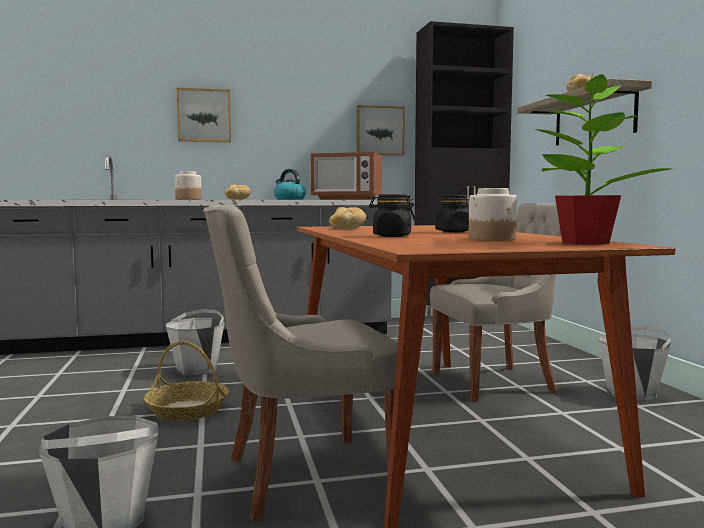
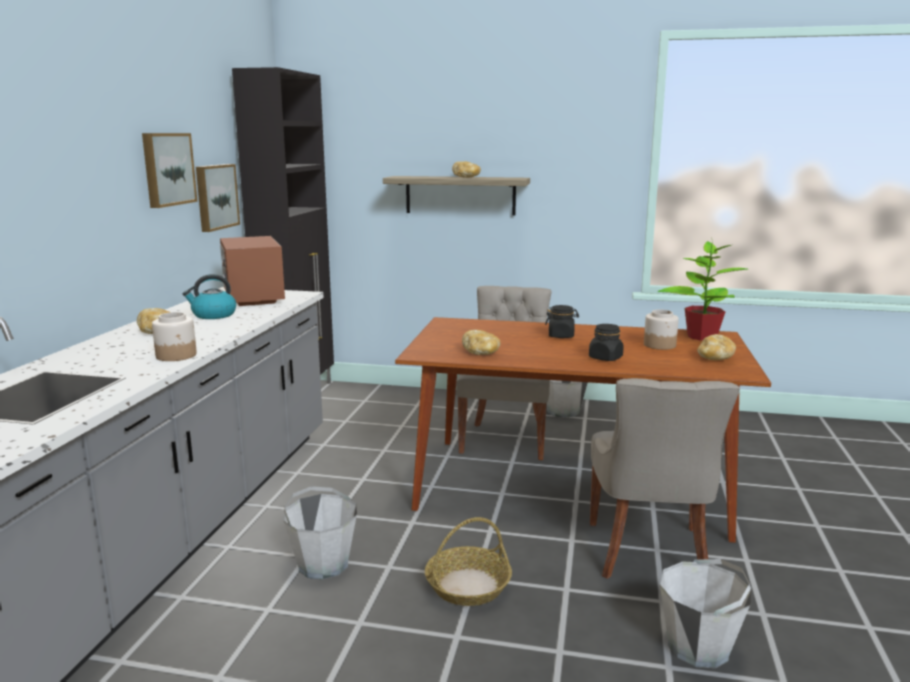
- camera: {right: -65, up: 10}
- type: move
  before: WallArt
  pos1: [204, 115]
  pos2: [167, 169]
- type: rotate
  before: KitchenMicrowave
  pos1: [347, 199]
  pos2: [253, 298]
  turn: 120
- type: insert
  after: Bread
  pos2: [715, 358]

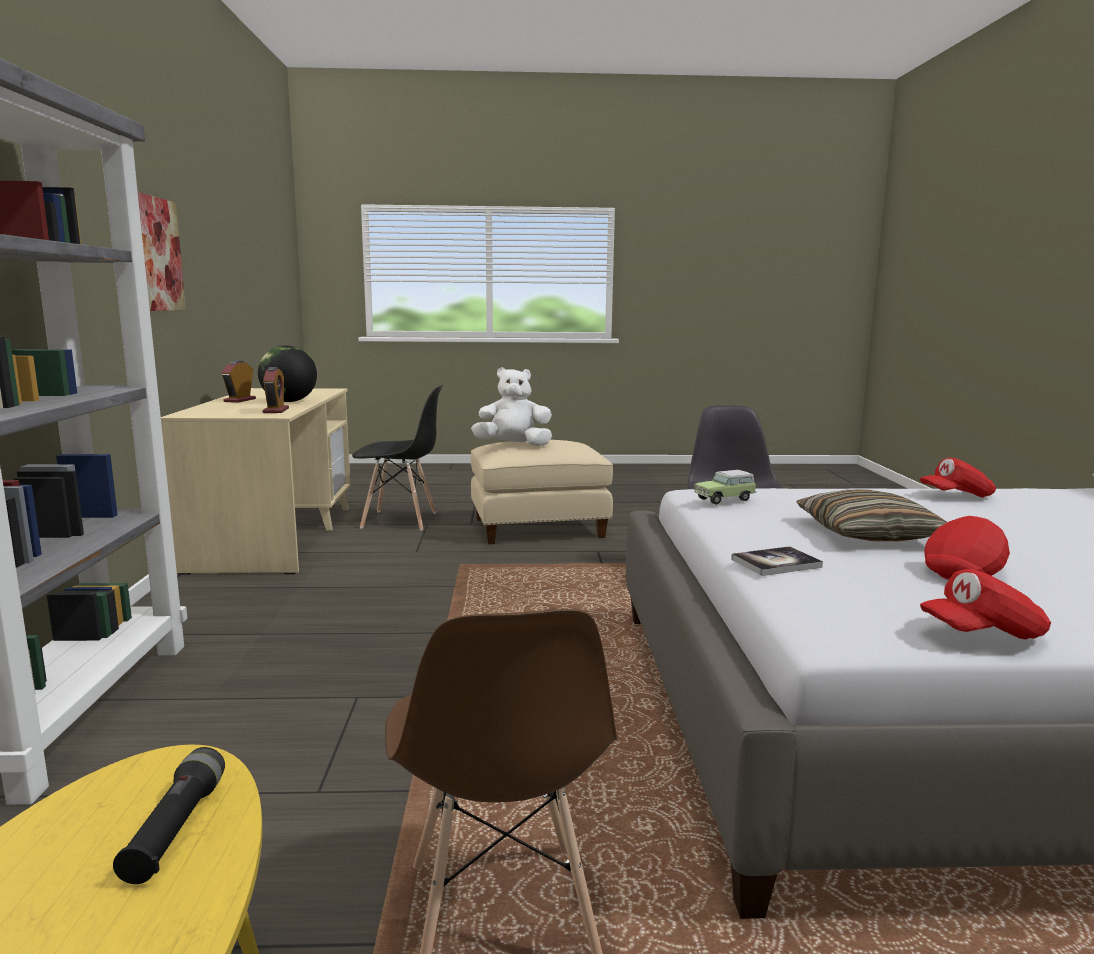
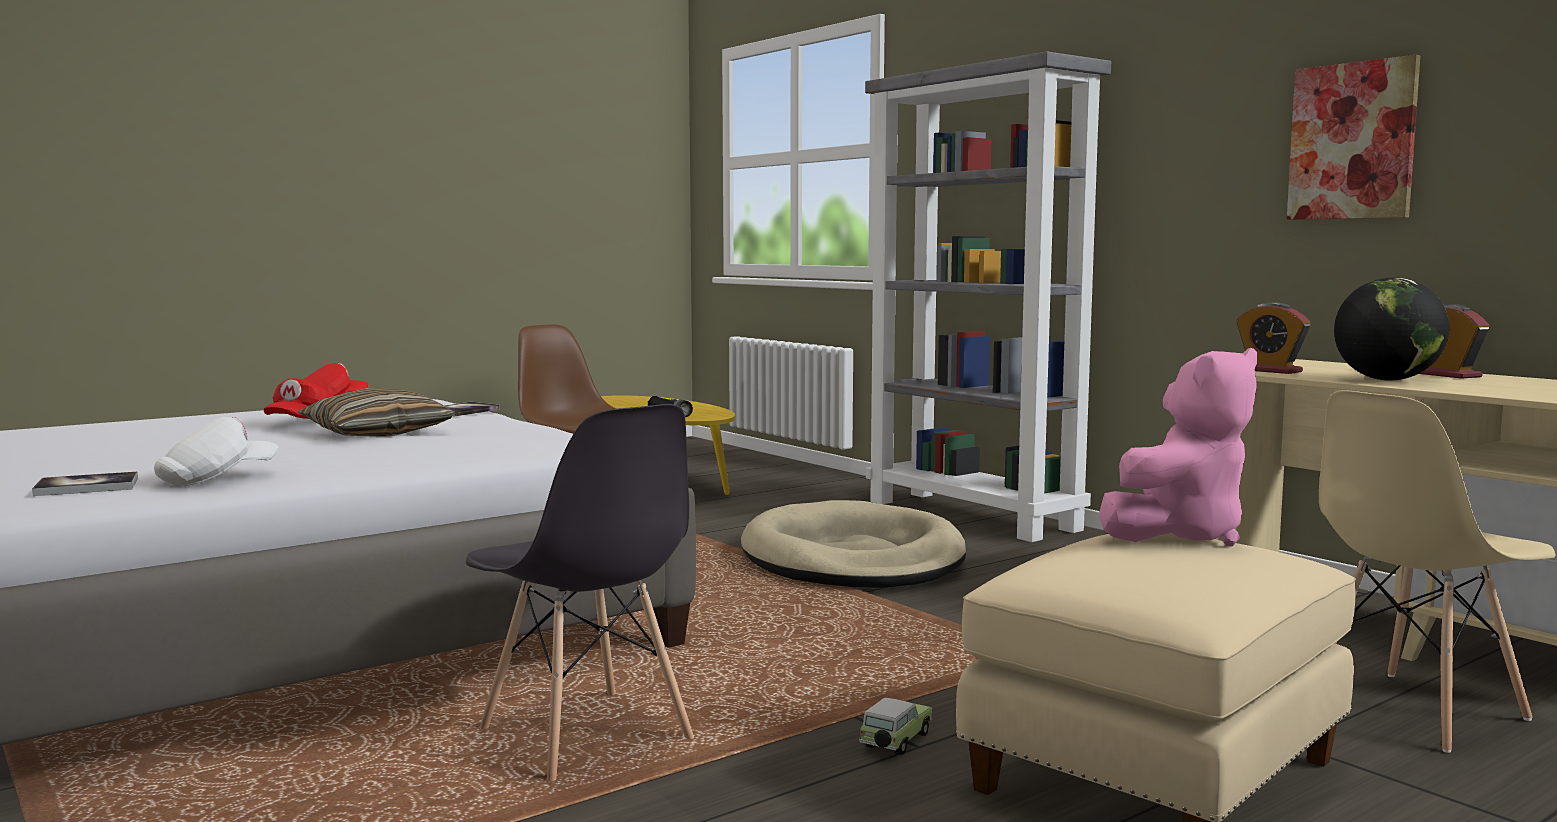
- camera: {right: 145, up: -5}
- type: recolor
  before: BlackUprightChair
  after: BeigeUprightChair
  pos1: [400, 520]
  pos2: [1413, 711]
- type: recolor
  before: WhiteColouredCuddlyToy
  after: PinkColouredCuddlyToy
  pos1: [513, 445]
  pos2: [1179, 535]
- type: move
  before: ToyCar
  pos1: [726, 499]
  pos2: [895, 742]
- type: recolor
  before: ReddishCap
  after: WhiteColouredCap
  pos1: [956, 496]
  pos2: [216, 479]
- type: insert
  after: Volume
  pos2: [87, 487]
- type: insert
  after: BeigePetBed
  pos2: [853, 558]

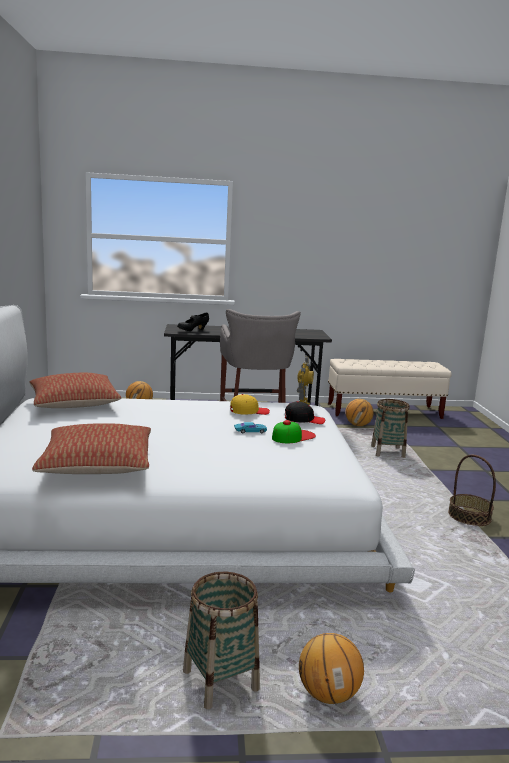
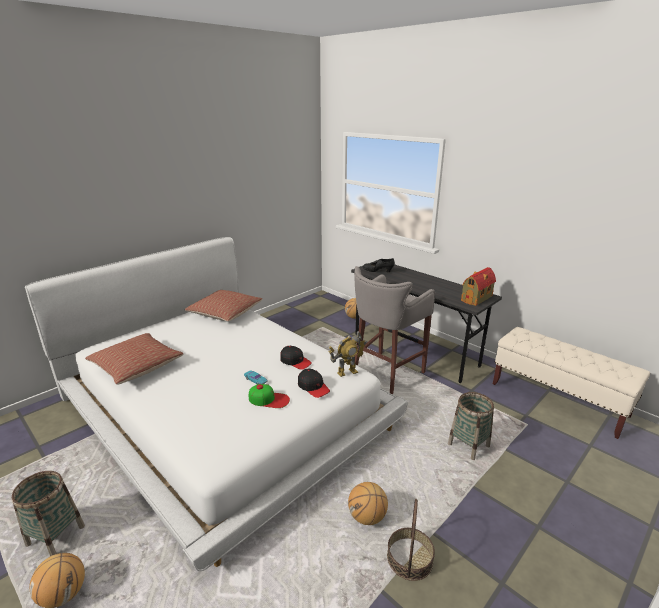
- camera: {right: 50, up: 10}
- type: recolor
  before: YellowishCap
  after: BlackCap
  pos1: [249, 411]
  pos2: [295, 361]
- type: move
  before: BallForBasketball
  pos1: [358, 425]
  pos2: [367, 517]
- type: insert
  after: MiniatureHouse
  pos2: [477, 298]

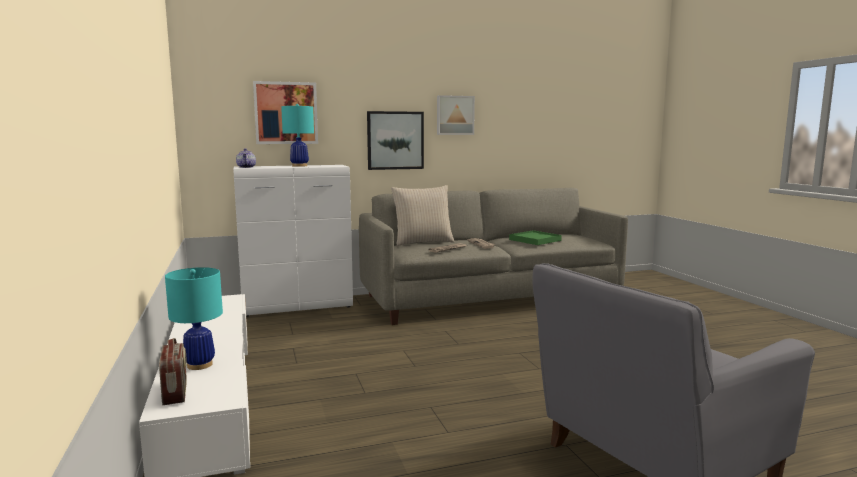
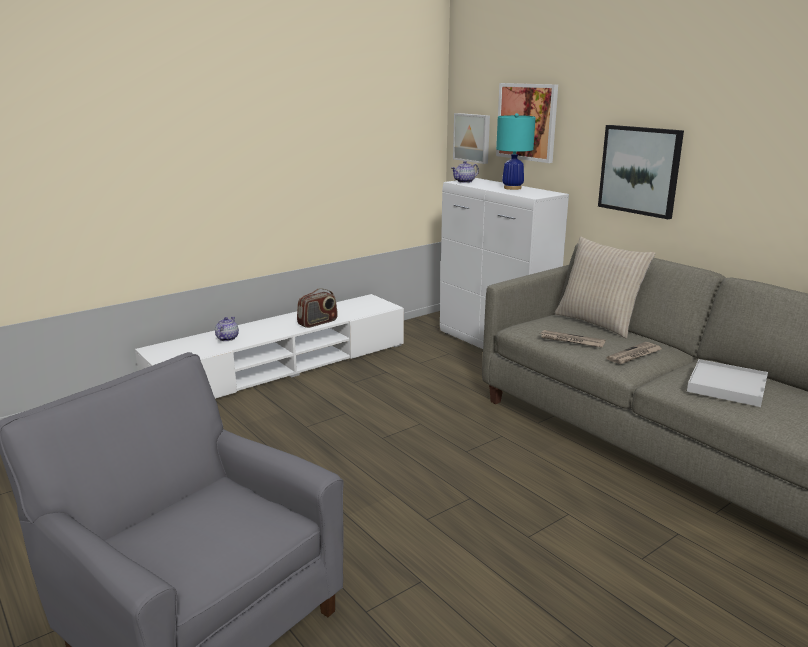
- camera: {right: 70, up: 10}
- type: move
  before: RadioSet
  pos1: [175, 393]
  pos2: [318, 322]
- type: replace
  before: BlueGreenLampForATable
  after: Teapot
  pos1: [199, 365]
  pos2: [227, 338]
- type: move
  before: WallArt
  pos1: [455, 115]
  pos2: [472, 137]
- type: recolor
  before: GreenColouredTray
  after: WhiteColouredTray
  pos1: [535, 240]
  pos2: [726, 386]

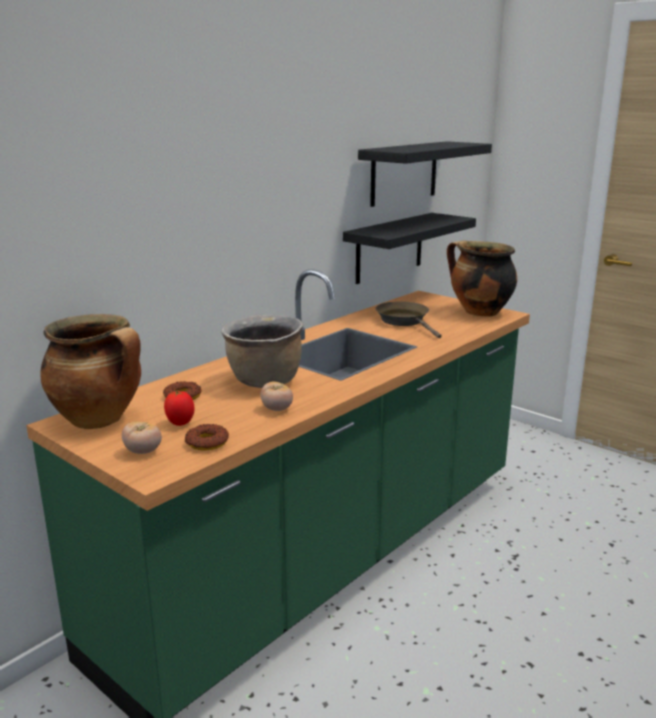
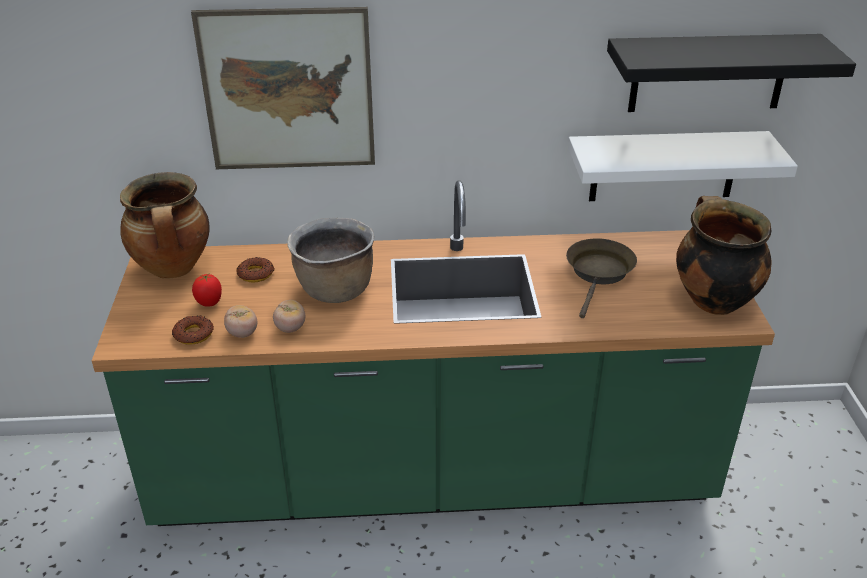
- camera: {right: 45, up: 15}
- type: move
  before: WholeTomato
  pos1: [143, 451]
  pos2: [242, 333]
- type: recolor
  before: BlackBracketShelf
  after: WhiteColouredBracketShelf
  pos1: [389, 248]
  pos2: [664, 166]
- type: insert
  after: WallArt
  pos2: [288, 90]

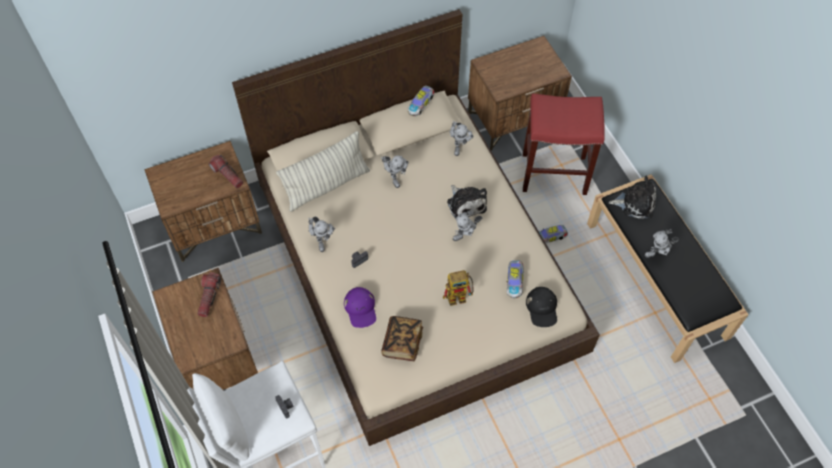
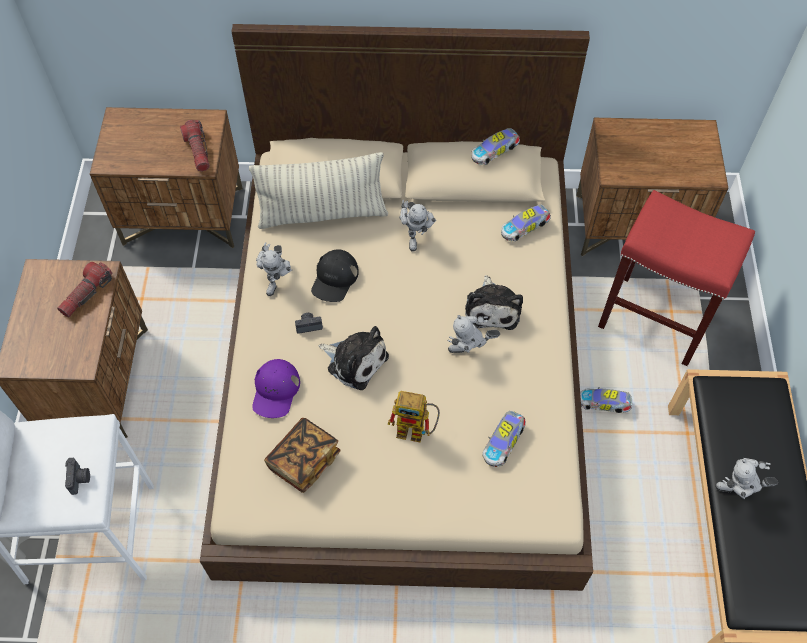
- camera: {right: 25, up: 0}
- type: replace
  before: ToyRobot
  after: ToyCar
  pos1: [459, 146]
  pos2: [525, 228]
- type: move
  before: BlackCap
  pos1: [542, 308]
  pos2: [334, 278]
- type: move
  before: CuddlyToy
  pos1: [635, 203]
  pos2: [355, 361]

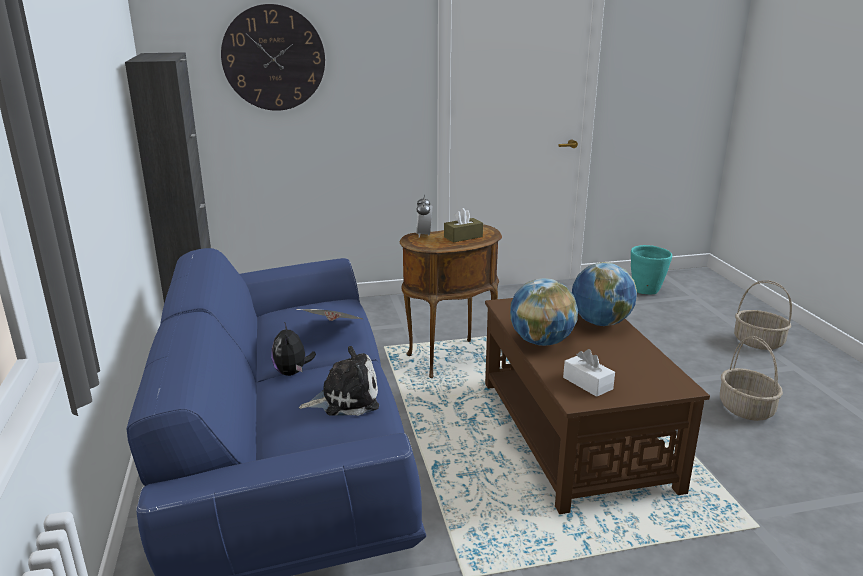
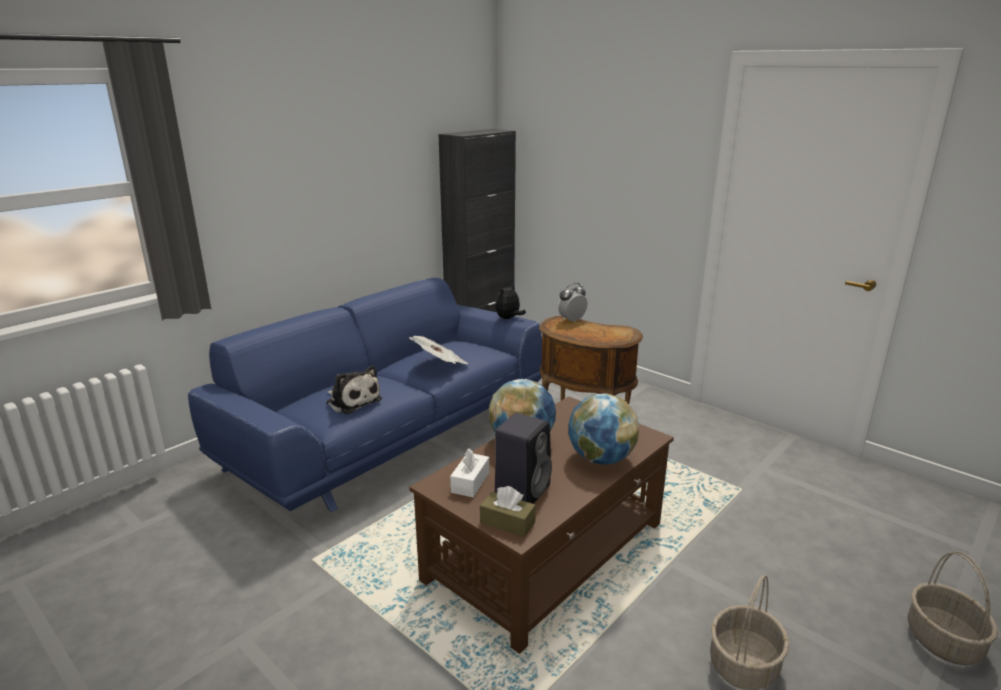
- camera: {right: 55, up: 0}
- type: delete
  before: WallClock
  pos1: [273, 58]
- type: move
  before: CuddlyToy
  pos1: [292, 373]
  pos2: [508, 318]
- type: move
  before: BrownColouredTissueBox
  pos1: [463, 237]
  pos2: [507, 522]
- type: delete
  before: BlueGreenFlowerPot
  pos1: [646, 291]
- type: insert
  after: BlackAudioSpeaker
  pos2: [523, 489]

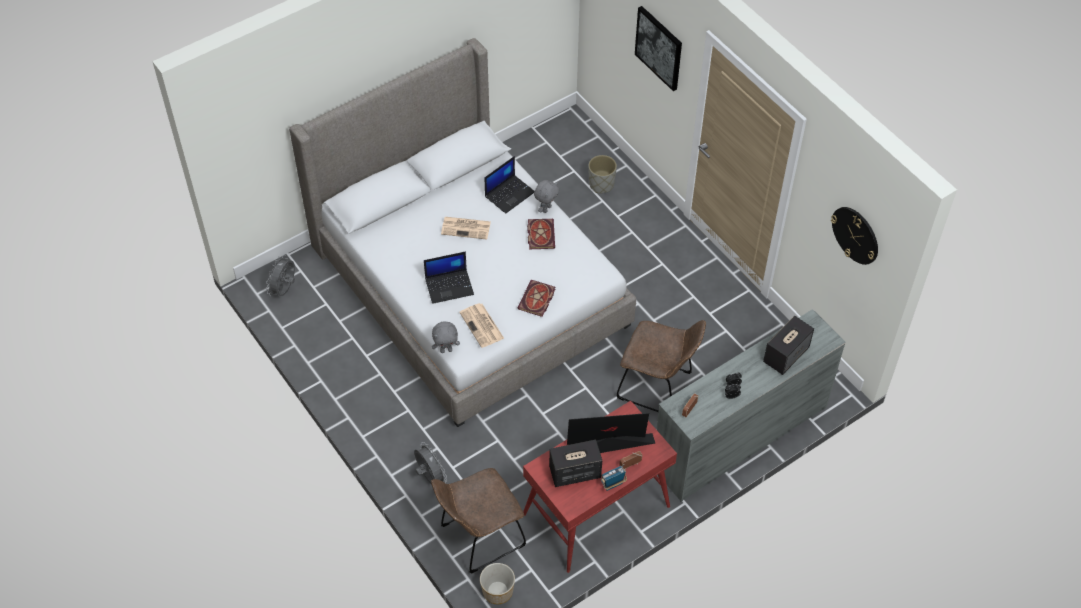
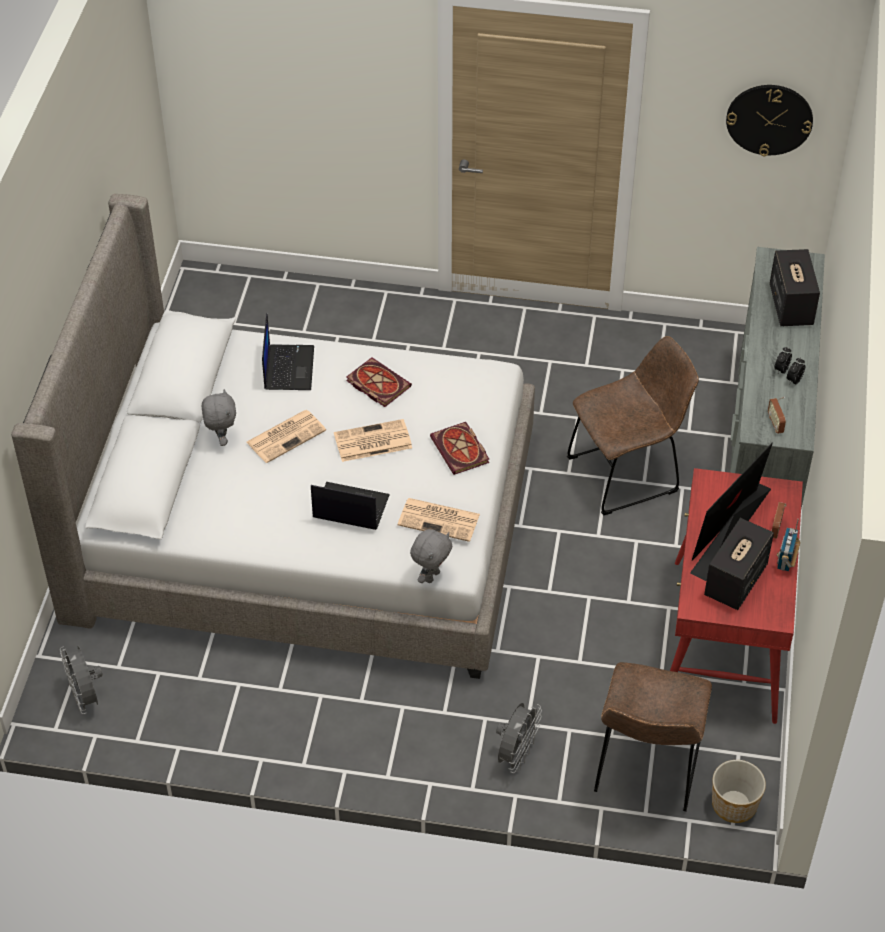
- camera: {right: -45, up: -5}
- type: rotate
  before: GreyCoolingFan
  pos1: [429, 477]
  pos2: [516, 754]
  turn: 105
- type: rotate
  before: Laptop
  pos1: [450, 286]
  pos2: [349, 507]
  turn: -105
- type: move
  before: GreyCuddlyToy
  pos1: [546, 208]
  pos2: [221, 439]
- type: delete
  before: GreyFlowerPot
  pos1: [601, 184]
- type: delete
  before: WallArt
  pos1: [659, 47]
- type: insert
  after: DailyPaper
  pos2: [372, 442]

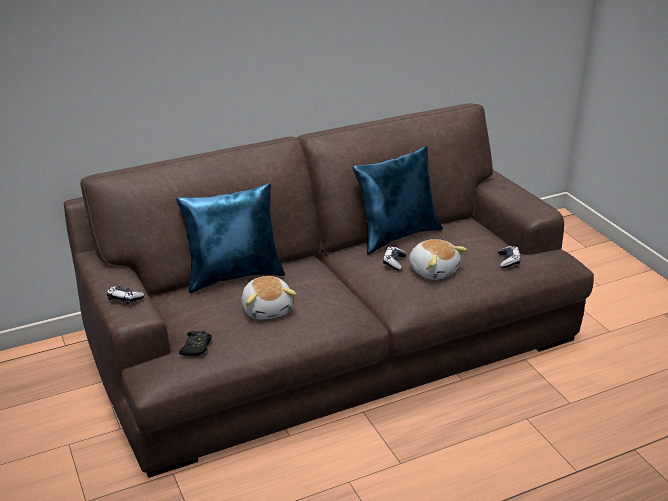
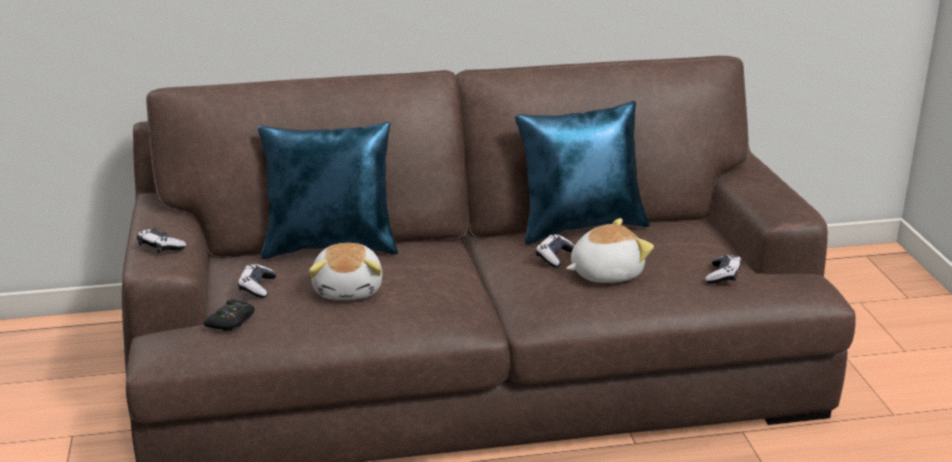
- camera: {right: 15, up: -5}
- type: rotate
  before: CuddlyToy
  pos1: [433, 270]
  pos2: [605, 273]
  turn: -90
- type: insert
  after: Gamepad
  pos2: [257, 287]

